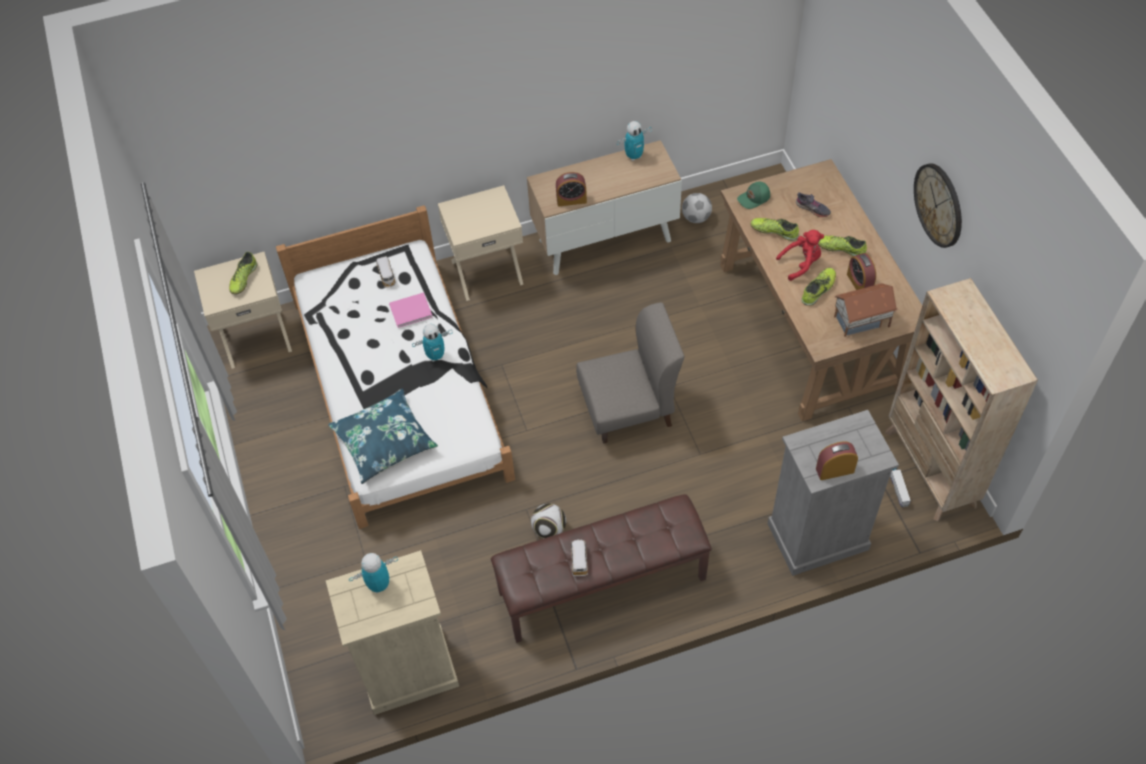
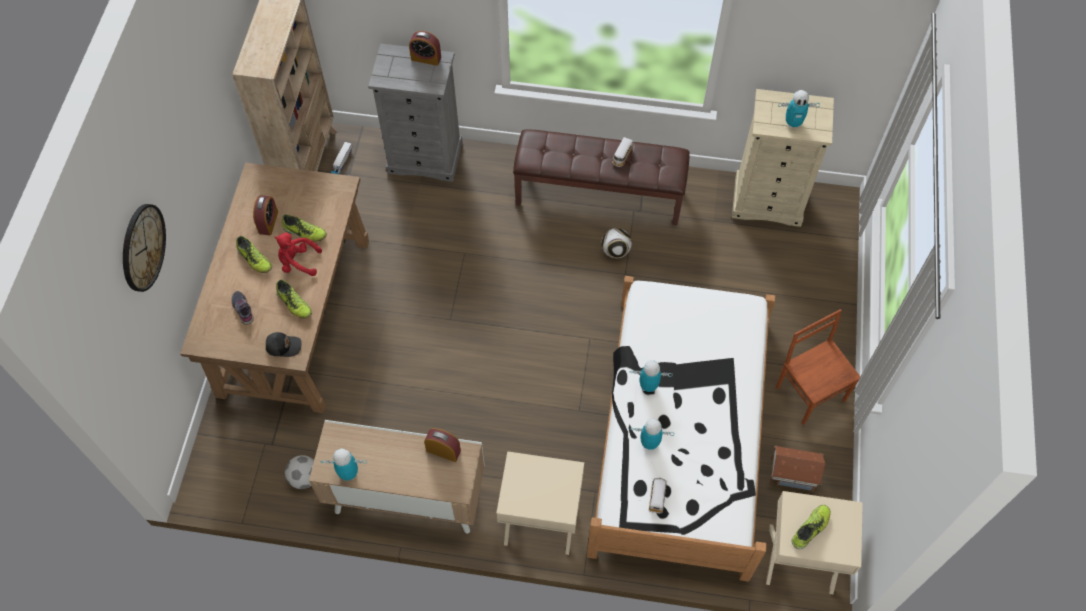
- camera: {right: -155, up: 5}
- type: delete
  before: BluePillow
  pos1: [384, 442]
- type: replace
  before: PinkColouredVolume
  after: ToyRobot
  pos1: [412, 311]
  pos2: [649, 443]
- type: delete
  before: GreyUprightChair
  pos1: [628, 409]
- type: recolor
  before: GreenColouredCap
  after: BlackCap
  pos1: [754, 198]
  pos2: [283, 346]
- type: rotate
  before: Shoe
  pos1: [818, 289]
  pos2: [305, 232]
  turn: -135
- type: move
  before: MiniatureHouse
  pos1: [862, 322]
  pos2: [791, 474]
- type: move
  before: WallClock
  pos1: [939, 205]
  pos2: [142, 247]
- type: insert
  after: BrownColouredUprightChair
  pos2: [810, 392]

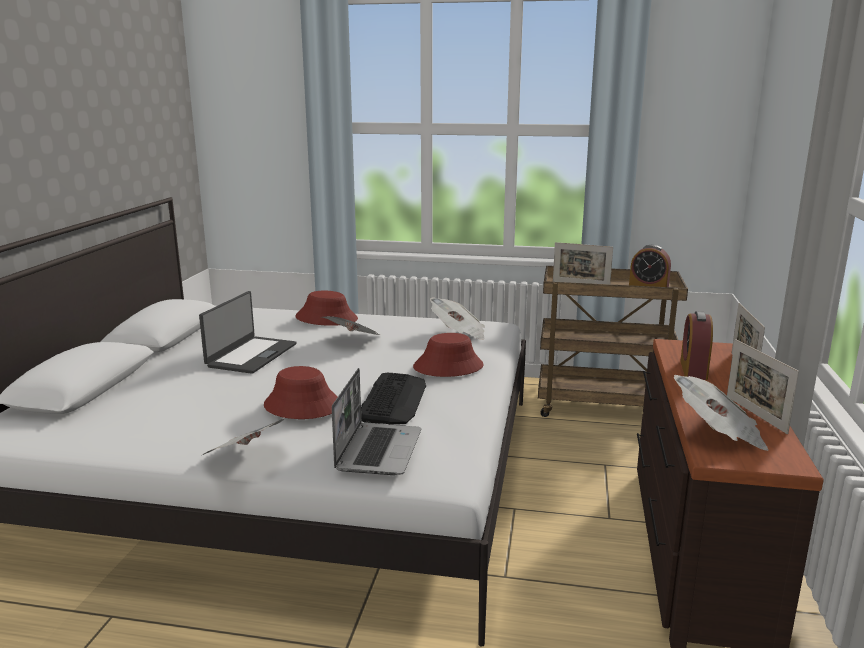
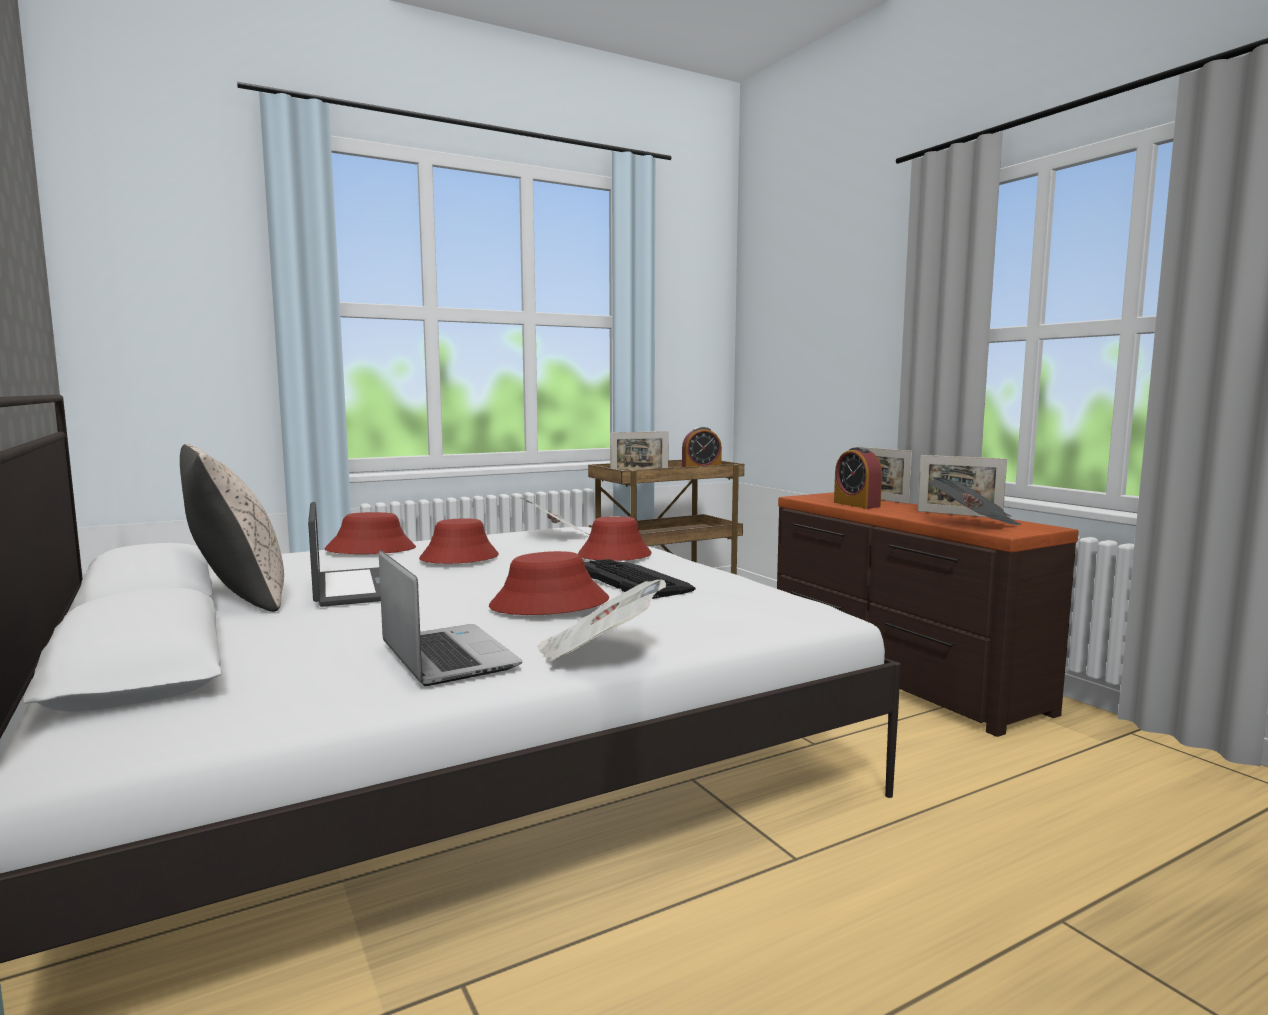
- camera: {right: -40, up: -10}
- type: replace
  before: DailyPaper
  after: ReddishHat
  pos1: [354, 341]
  pos2: [459, 558]
- type: move
  before: Laptop
  pos1: [378, 450]
  pos2: [446, 657]
- type: insert
  after: BeigePillow
  pos2: [238, 598]

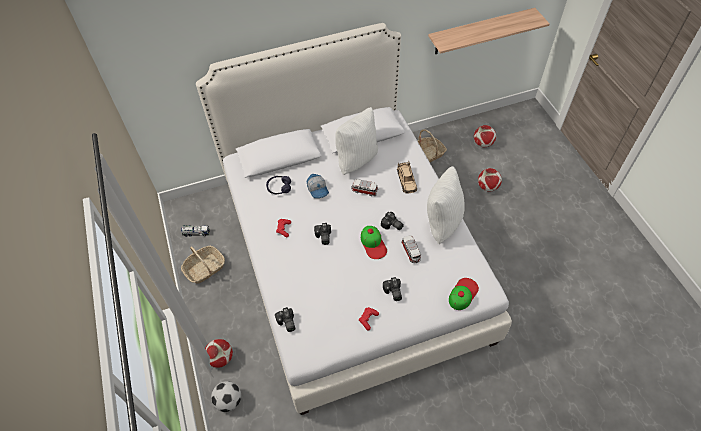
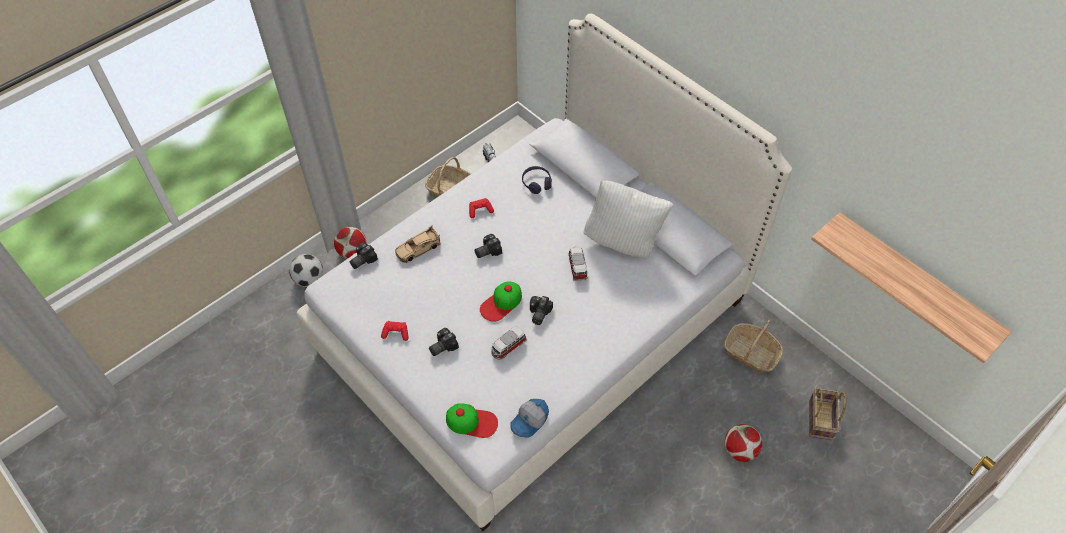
- camera: {right: 65, up: 0}
- type: move
  before: Cap
  pos1: [318, 189]
  pos2: [530, 421]
- type: move
  before: BeigeToyCar
  pos1: [406, 180]
  pos2: [418, 248]
- type: delete
  before: WhiteColouredPillow
  pos1: [441, 222]
- type: replace
  before: FootballBall
  after: HouseholdBasket
  pos1: [483, 143]
  pos2: [821, 421]

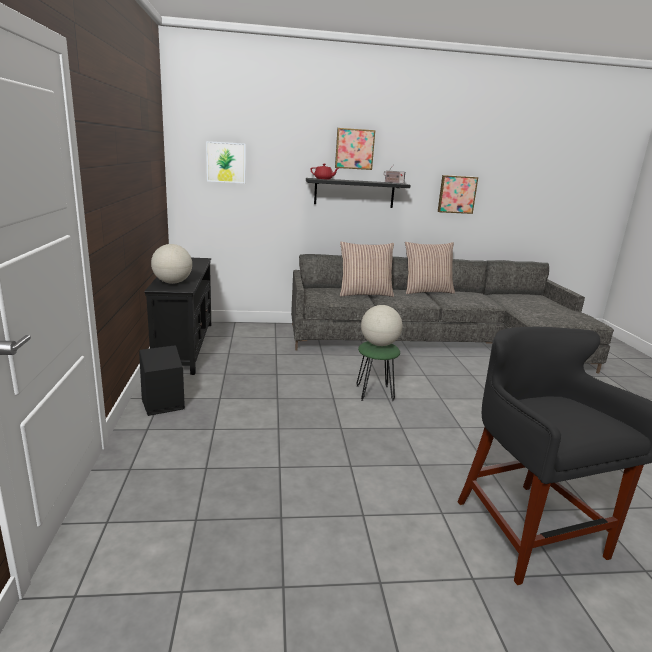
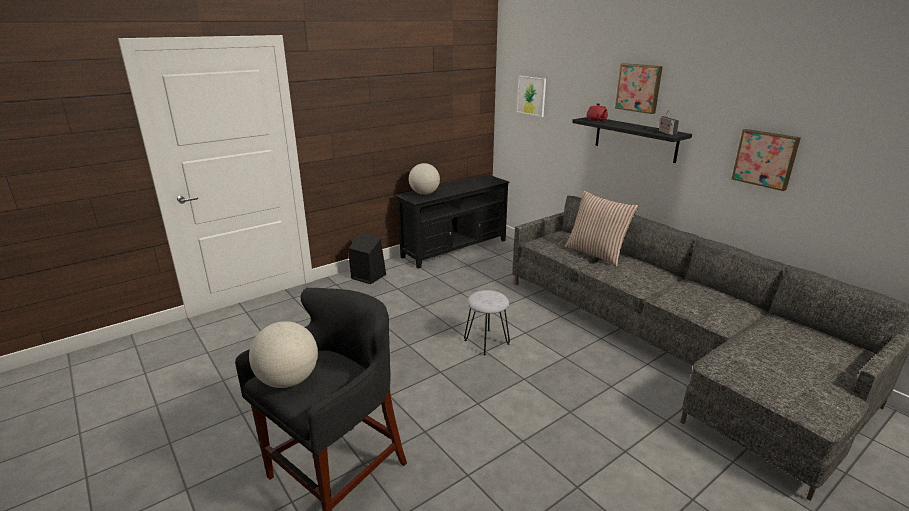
- camera: {right: 60, up: 5}
- type: recolor
  before: GreenColouredStool
  after: GreyStool
  pos1: [374, 393]
  pos2: [487, 342]
- type: move
  before: Globe
  pos1: [379, 344]
  pos2: [288, 380]
- type: delete
  before: Pillow
  pos1: [427, 291]

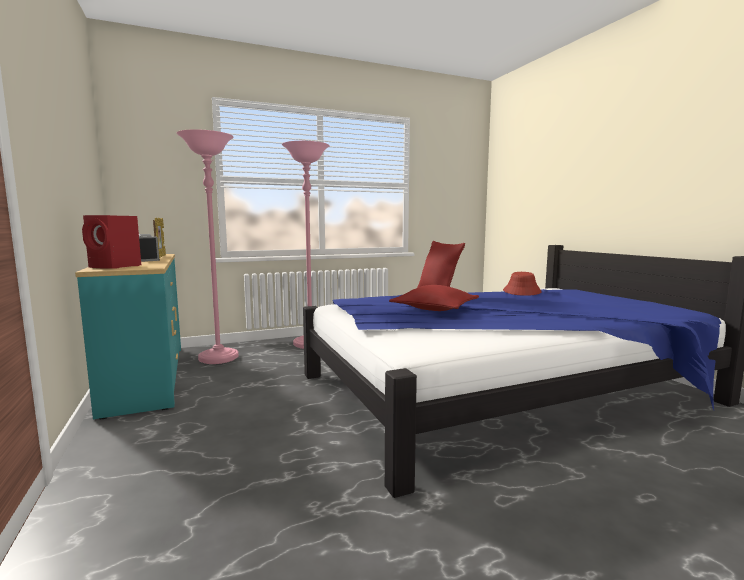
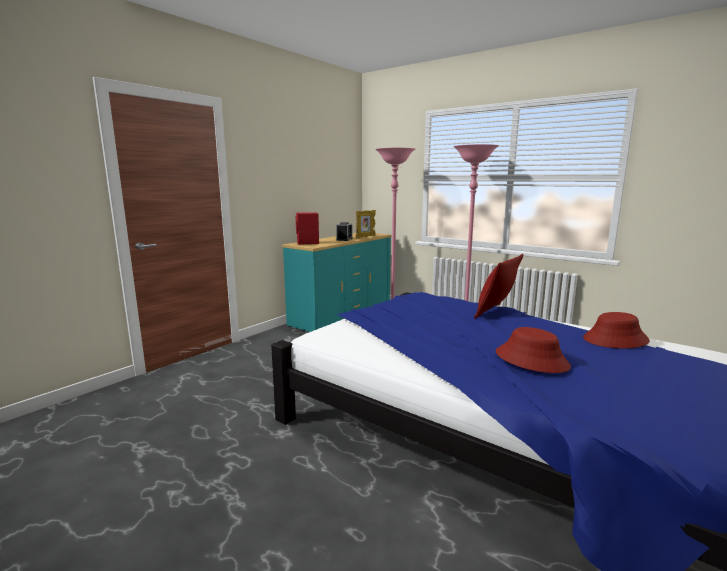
- camera: {right: 60, up: 5}
- type: delete
  before: ReddishPillow
  pos1: [435, 309]
- type: insert
  after: ReddishHat
  pos2: [531, 359]

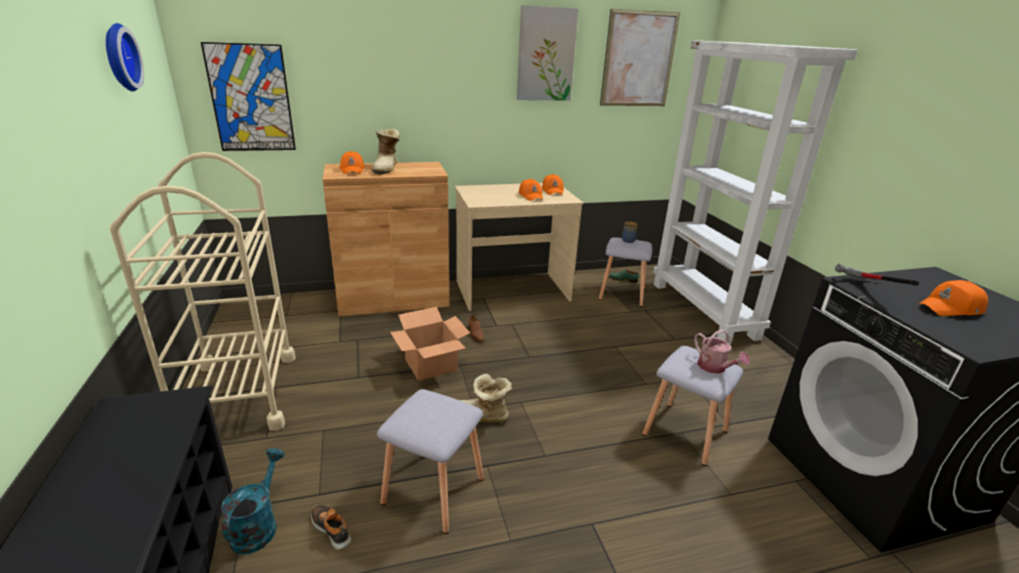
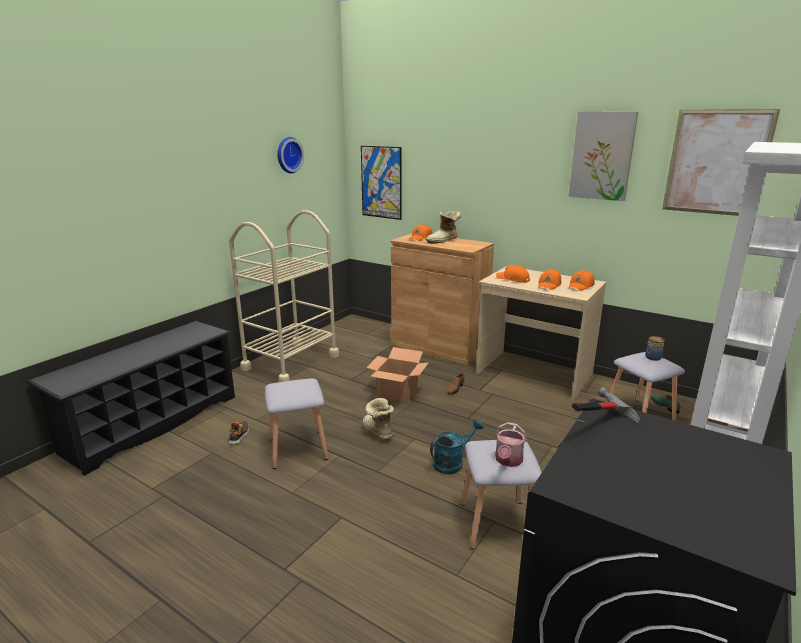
- camera: {right: 50, up: -5}
- type: move
  before: BlueGreenWateringPot
  pos1: [258, 525]
  pos2: [452, 463]
- type: move
  before: OrangeColouredCap
  pos1: [951, 308]
  pos2: [513, 279]

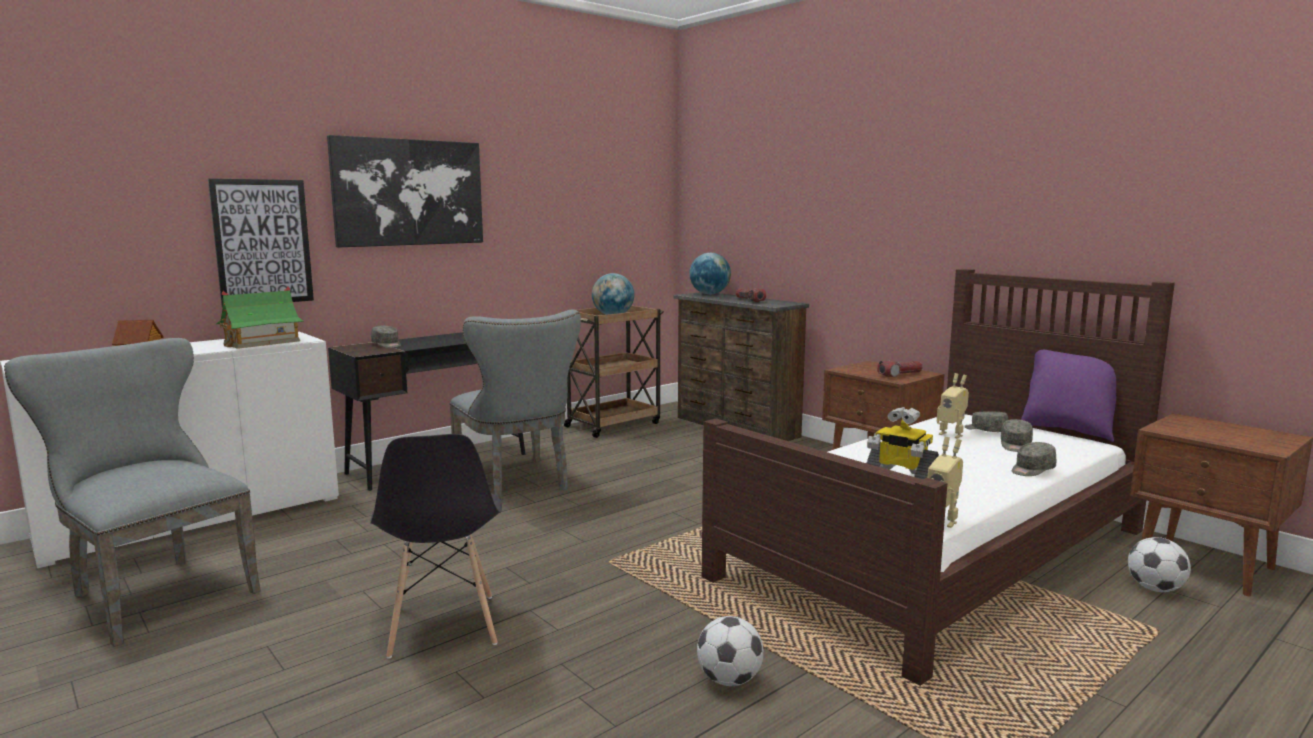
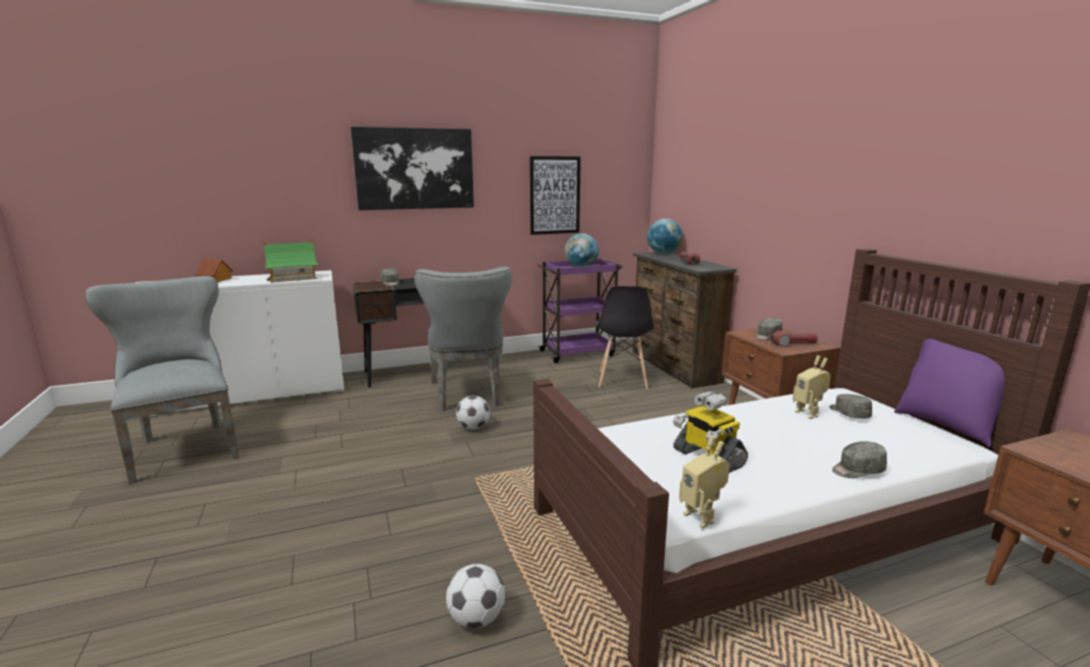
- camera: {right: 20, up: 5}
- type: move
  before: WallArt
  pos1: [262, 242]
  pos2: [554, 195]
- type: move
  before: GreyUprightChair
  pos1: [443, 626]
  pos2: [622, 380]
- type: recolor
  before: BrownColouredWheeledCart
  after: PurplishWheeledCart
  pos1: [614, 424]
  pos2: [578, 353]
- type: move
  before: GreyCap
  pos1: [1015, 445]
  pos2: [767, 336]
- type: move
  before: FootballBall
  pos1: [1155, 589]
  pos2: [473, 427]

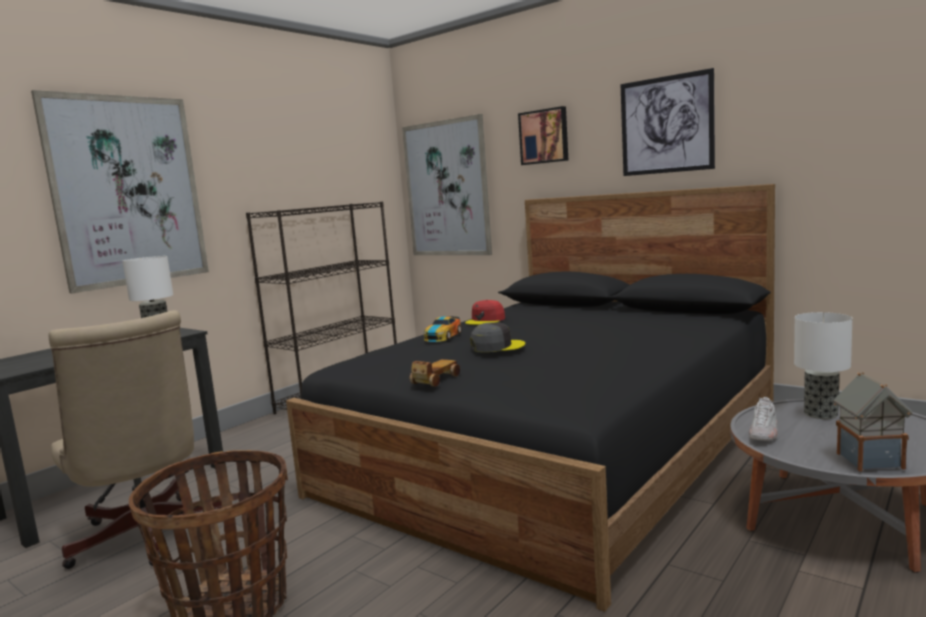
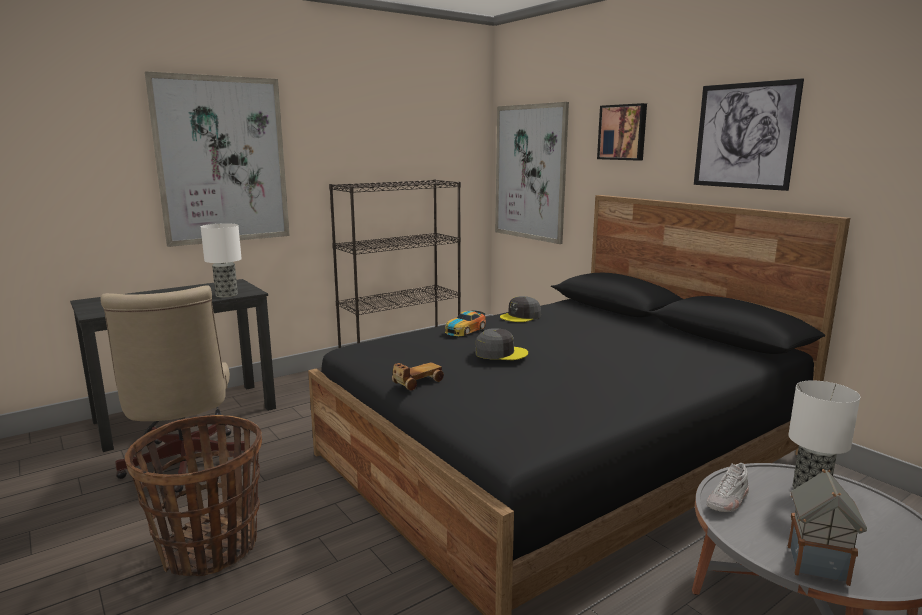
- camera: {right: 15, up: 5}
- type: recolor
  before: ReddishCap
  after: GreyCap
  pos1: [485, 320]
  pos2: [521, 316]

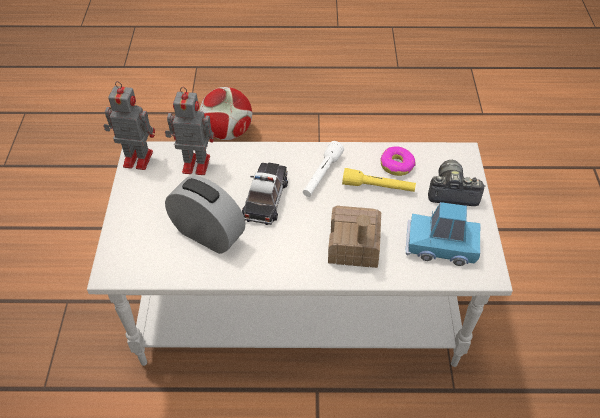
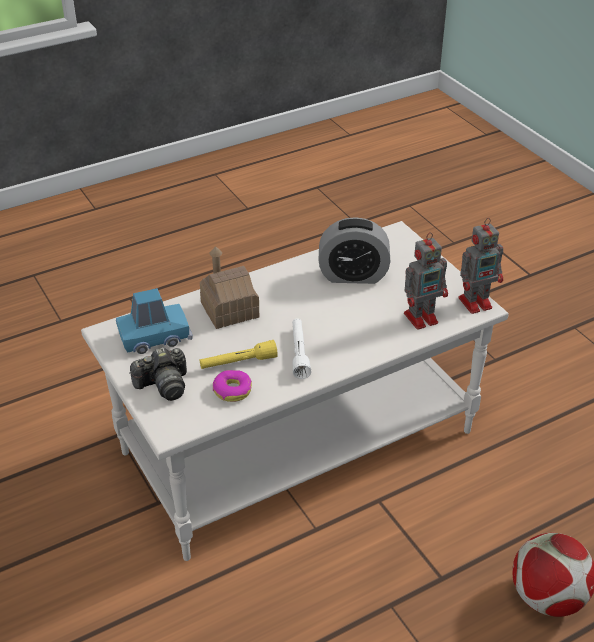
- camera: {right: 150, up: -10}
- type: delete
  before: ToyCar
  pos1: [266, 198]

